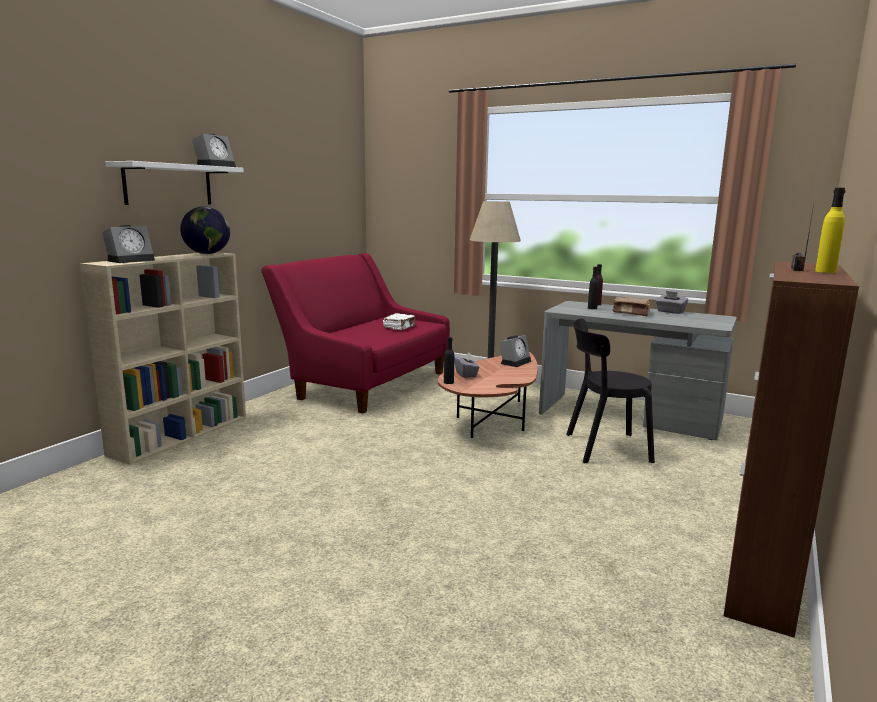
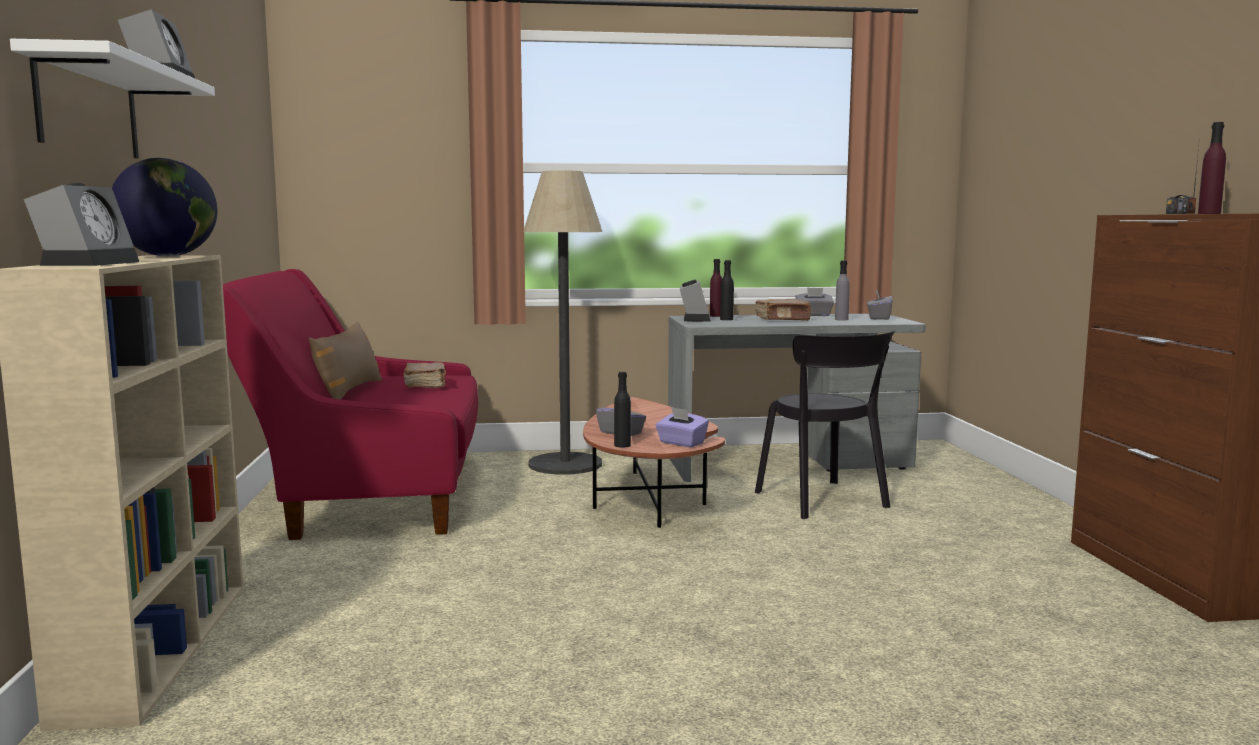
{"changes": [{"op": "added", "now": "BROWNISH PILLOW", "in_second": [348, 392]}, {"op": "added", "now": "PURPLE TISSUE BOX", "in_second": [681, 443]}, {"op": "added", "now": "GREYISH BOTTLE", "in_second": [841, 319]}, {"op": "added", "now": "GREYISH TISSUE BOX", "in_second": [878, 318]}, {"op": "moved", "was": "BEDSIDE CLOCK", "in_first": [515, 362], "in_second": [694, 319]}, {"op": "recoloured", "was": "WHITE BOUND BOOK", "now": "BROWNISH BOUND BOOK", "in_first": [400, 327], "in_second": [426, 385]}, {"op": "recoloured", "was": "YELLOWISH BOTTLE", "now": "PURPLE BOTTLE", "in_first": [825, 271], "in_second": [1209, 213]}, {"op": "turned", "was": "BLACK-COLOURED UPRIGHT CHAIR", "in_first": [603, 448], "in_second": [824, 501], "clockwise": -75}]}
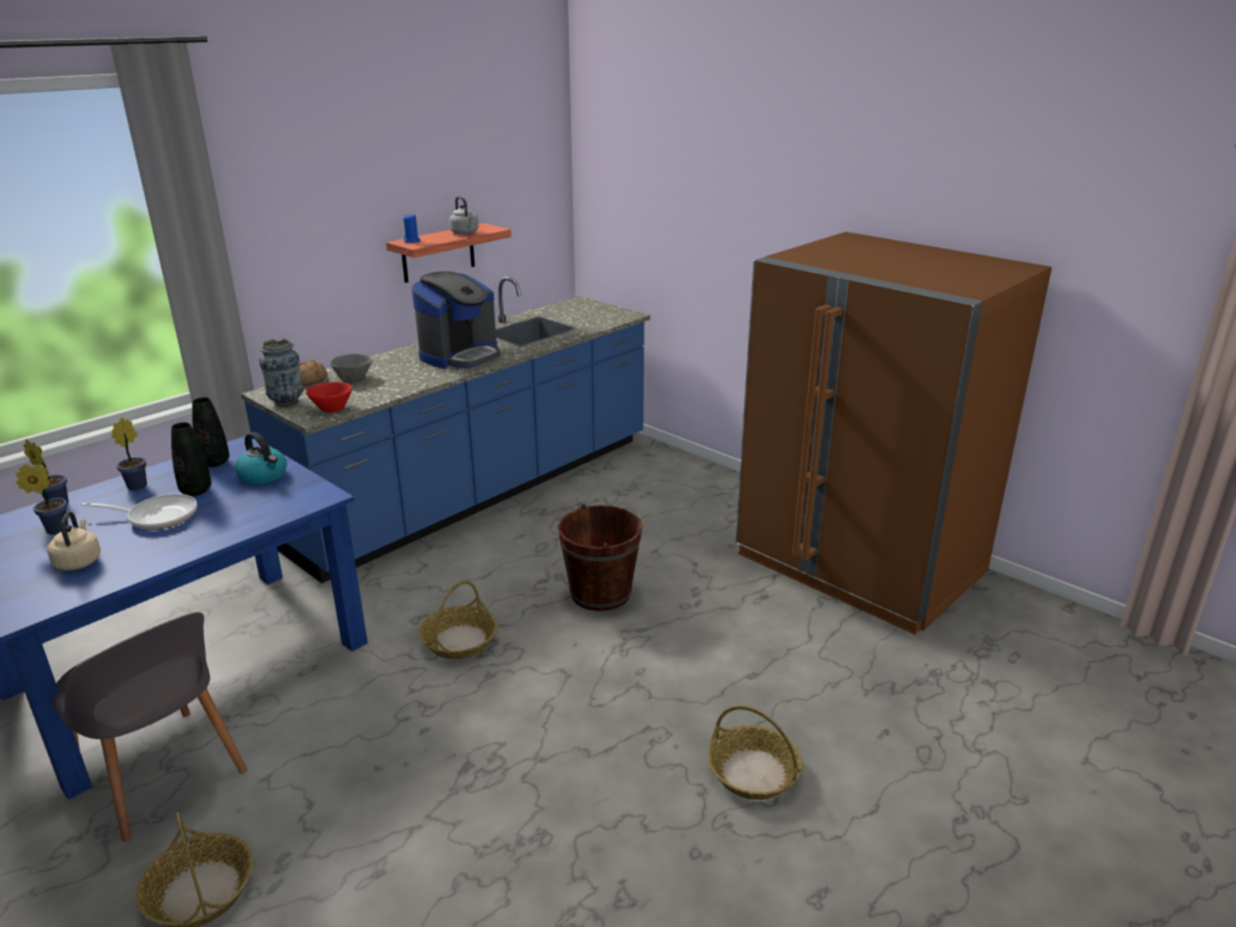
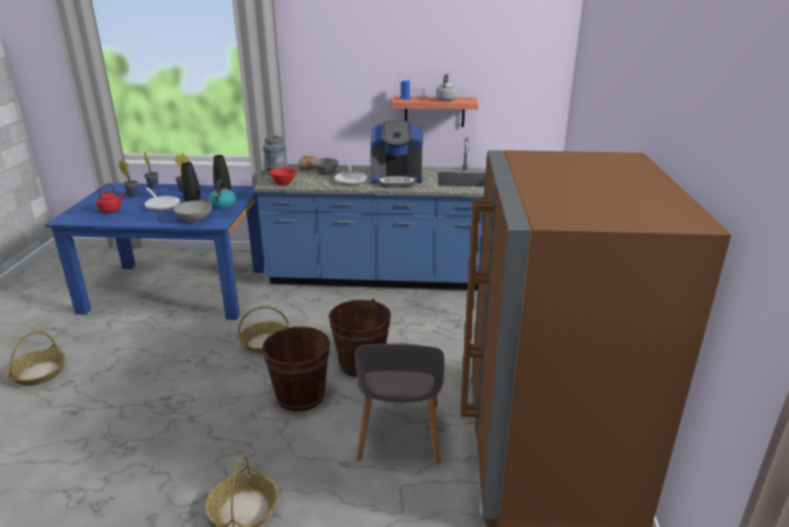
{"changes": [{"op": "added", "now": "GREYISH DEEP DISH", "in_second": [195, 219]}, {"op": "added", "now": "BROWNISH PAIL", "in_second": [300, 396]}, {"op": "added", "now": "FRYING PAN", "in_second": [351, 180]}, {"op": "moved", "was": "GREYISH UPRIGHT CHAIR", "in_first": [161, 775], "in_second": [399, 433]}, {"op": "recoloured", "was": "SAND-COLOURED TEA KETTLE", "now": "RED-COLOURED TEA KETTLE", "in_first": [79, 561], "in_second": [111, 210]}]}
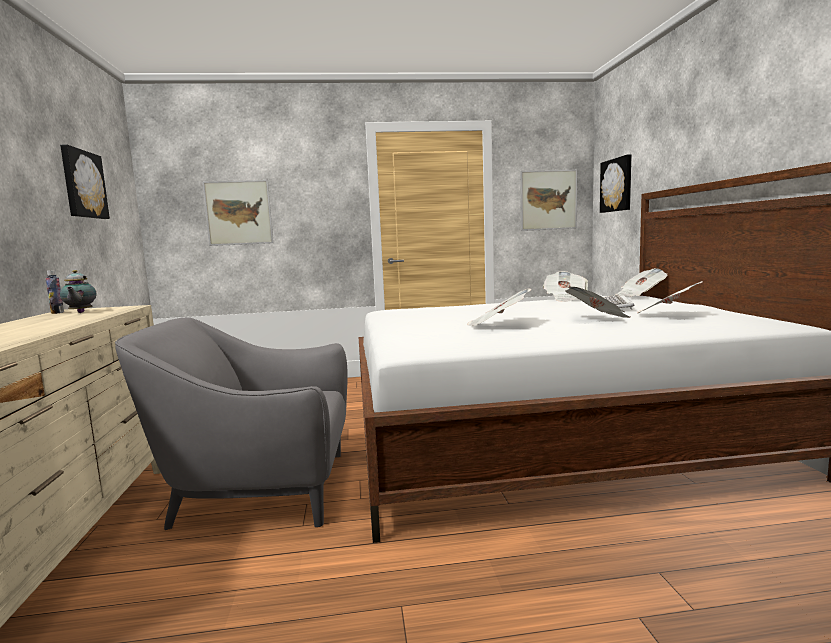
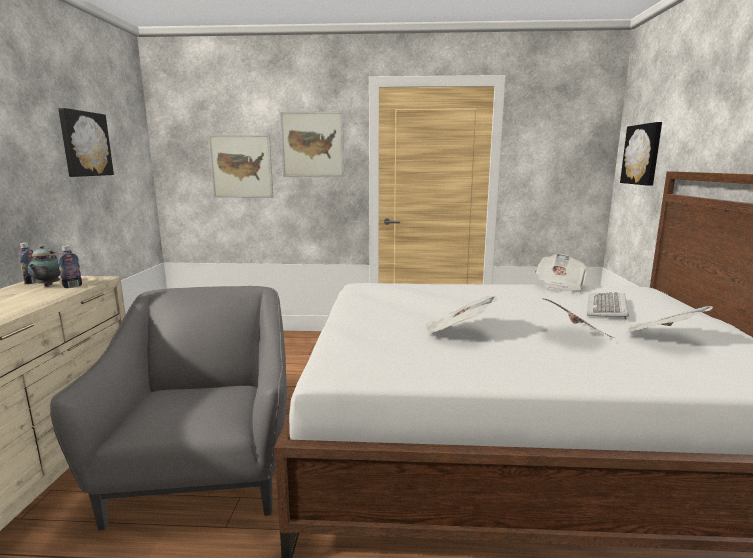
{"changes": [{"op": "removed", "was": "NEWSPAPER", "in_first": [639, 295]}, {"op": "added", "now": "BOTTLE", "in_second": [72, 286]}, {"op": "moved", "was": "WALL PICTURE", "in_first": [548, 200], "in_second": [312, 144]}, {"op": "turned", "was": "GREYISH EASY CHAIR", "in_first": [260, 489], "in_second": [206, 469], "clockwise": 75}]}
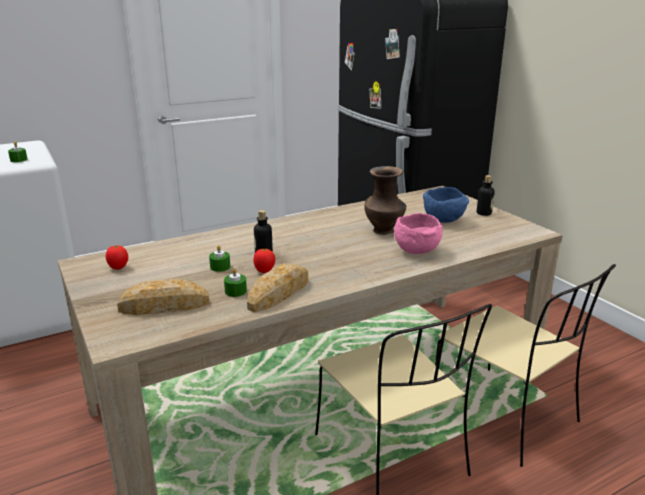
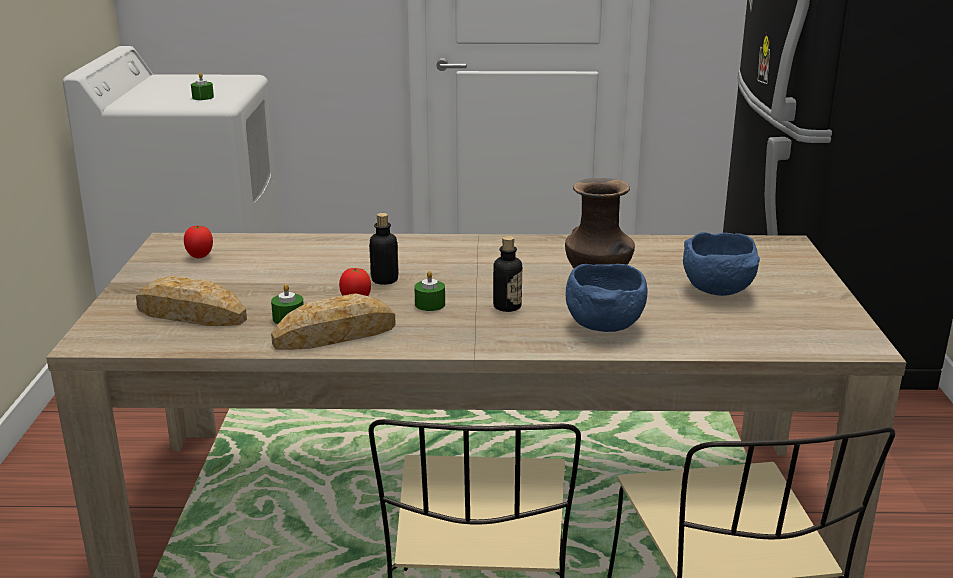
{"changes": [{"op": "moved", "was": "GREEN WAX CANDLE", "in_first": [220, 267], "in_second": [430, 304]}, {"op": "moved", "was": "BOTTLE", "in_first": [484, 213], "in_second": [507, 306]}, {"op": "recoloured", "was": "PINK-COLOURED DEEP DISH", "now": "BLUISH DEEP DISH", "in_first": [416, 250], "in_second": [604, 325]}]}
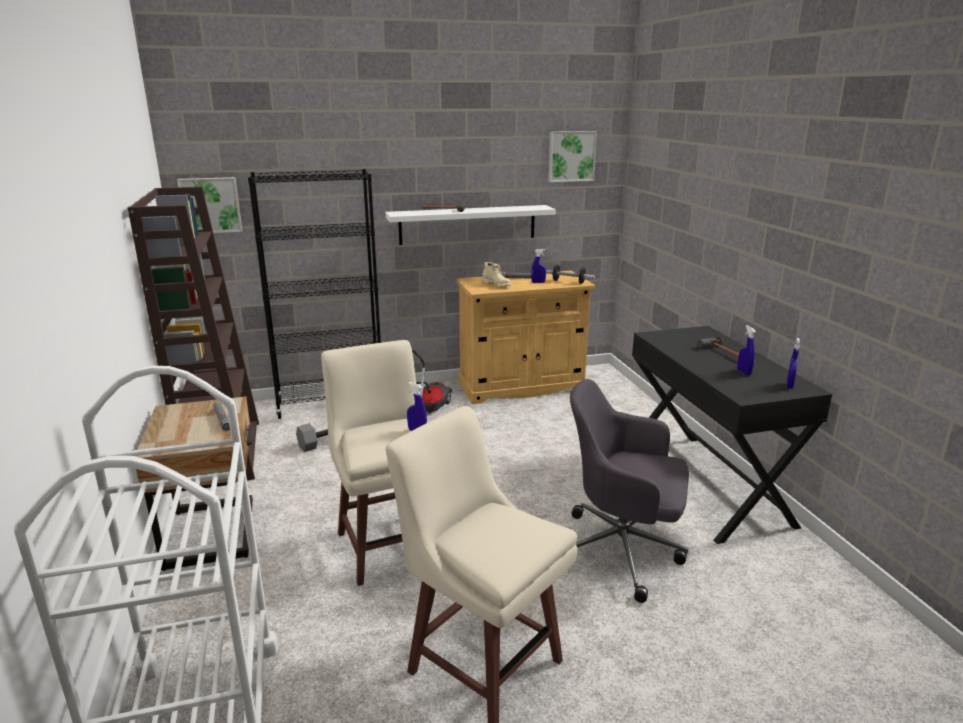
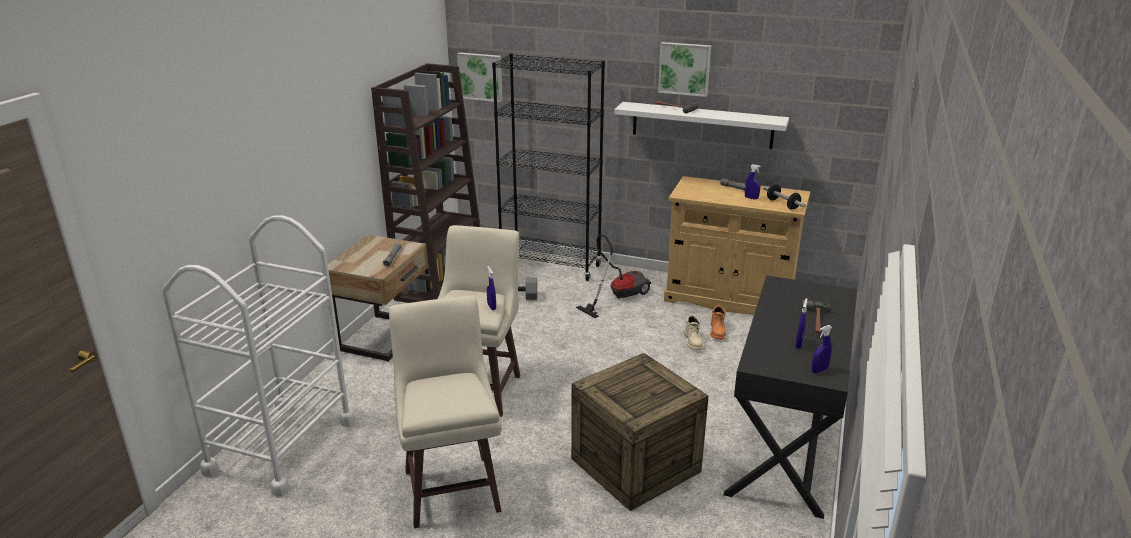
{"changes": [{"op": "added", "now": "ORANGE-COLOURED BOOT", "in_second": [717, 332]}, {"op": "moved", "was": "SAND-COLOURED BOOT", "in_first": [497, 284], "in_second": [693, 342]}, {"op": "moved", "was": "WALL PICTURE", "in_first": [571, 156], "in_second": [684, 68]}, {"op": "replaced", "was": "GREYISH COMPUTER CHAIR", "now": "CRATE", "in_first": [622, 551], "in_second": [635, 465]}]}
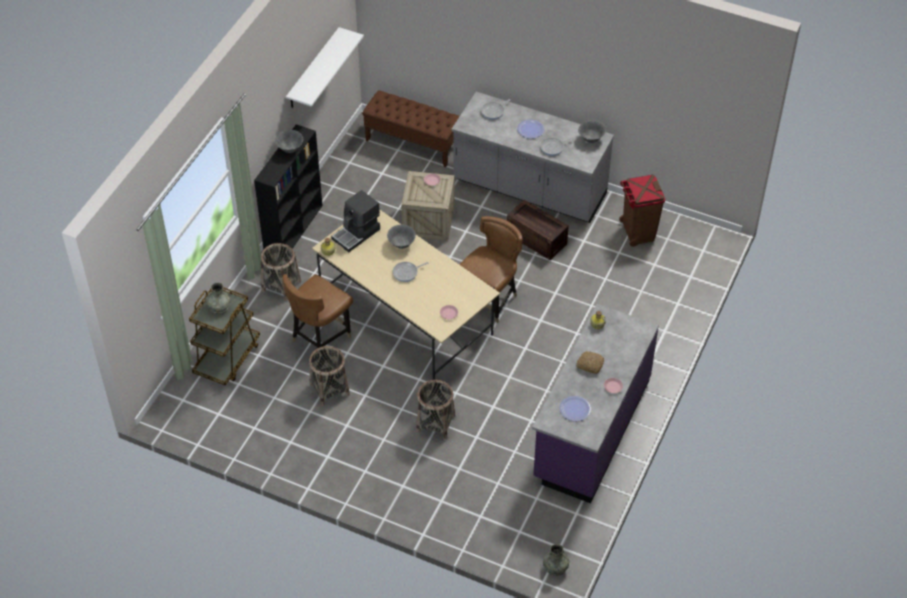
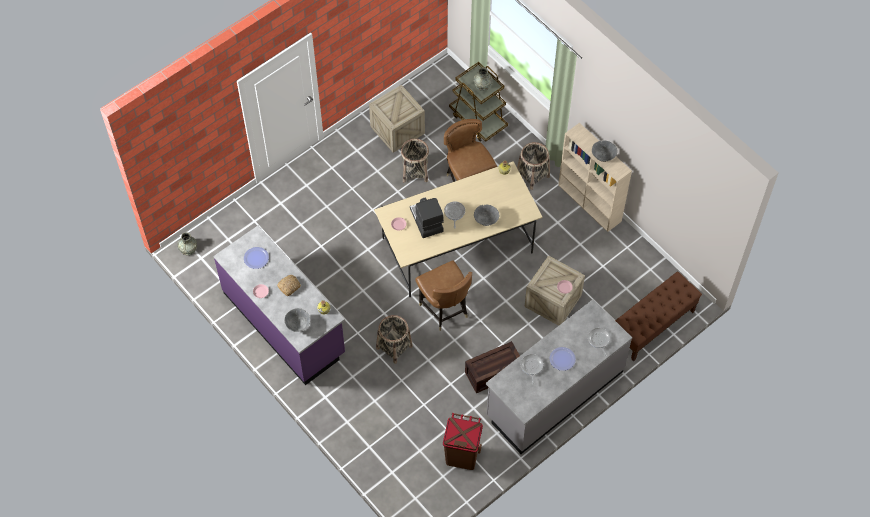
{"changes": [{"op": "removed", "was": "WHITE BRACKET SHELF", "in_first": [313, 69]}, {"op": "added", "now": "CRATE", "in_second": [397, 130]}, {"op": "moved", "was": "COFFEE MAKER", "in_first": [357, 234], "in_second": [426, 220]}, {"op": "moved", "was": "BASKET", "in_first": [435, 423], "in_second": [394, 347]}, {"op": "moved", "was": "GREYISH DEEP DISH", "in_first": [591, 139], "in_second": [298, 325]}, {"op": "recoloured", "was": "BLACK-COLOURED BOOKSHELF", "now": "SAND-COLOURED BOOKSHELF", "in_first": [294, 229], "in_second": [590, 203]}]}
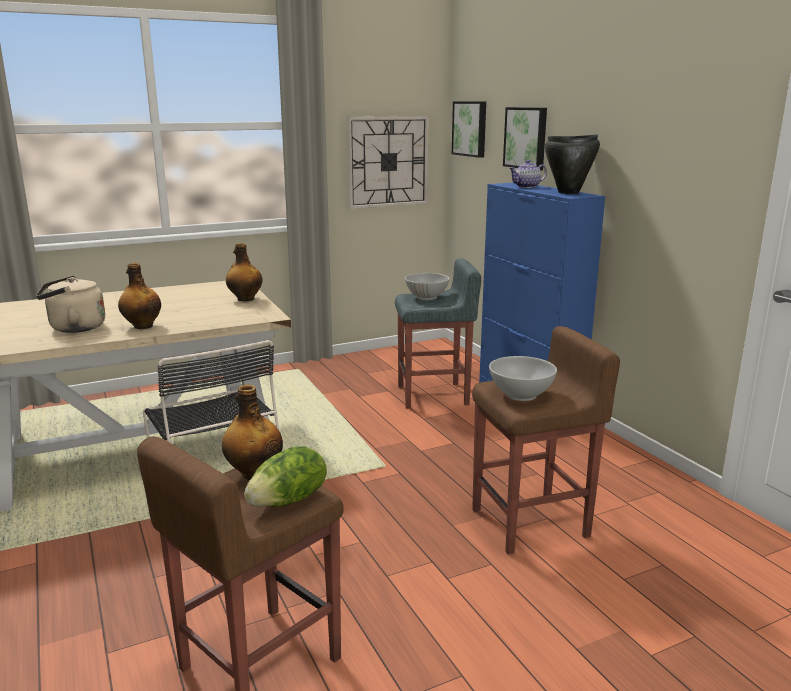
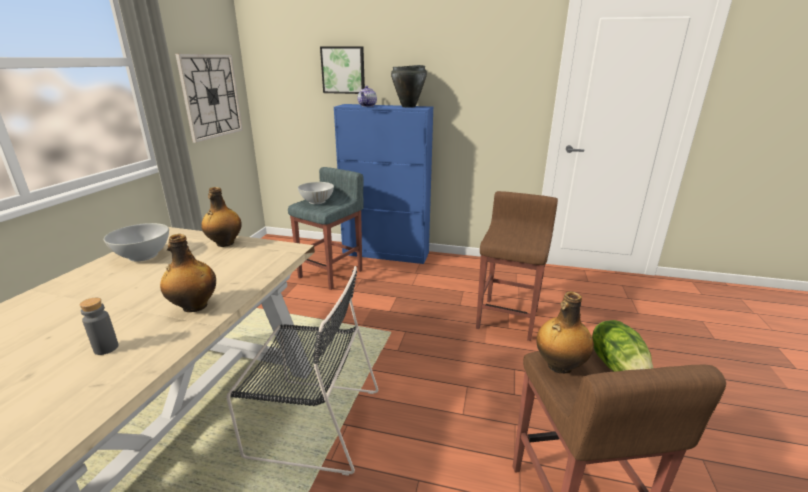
{"changes": [{"op": "removed", "was": "WALL PICTURE", "in_first": [471, 128]}, {"op": "moved", "was": "WHITE DEEP DISH", "in_first": [521, 395], "in_second": [143, 255]}, {"op": "replaced", "was": "SAND-COLOURED TEA KETTLE", "now": "GREYISH BOTTLE", "in_first": [74, 328], "in_second": [106, 348]}]}
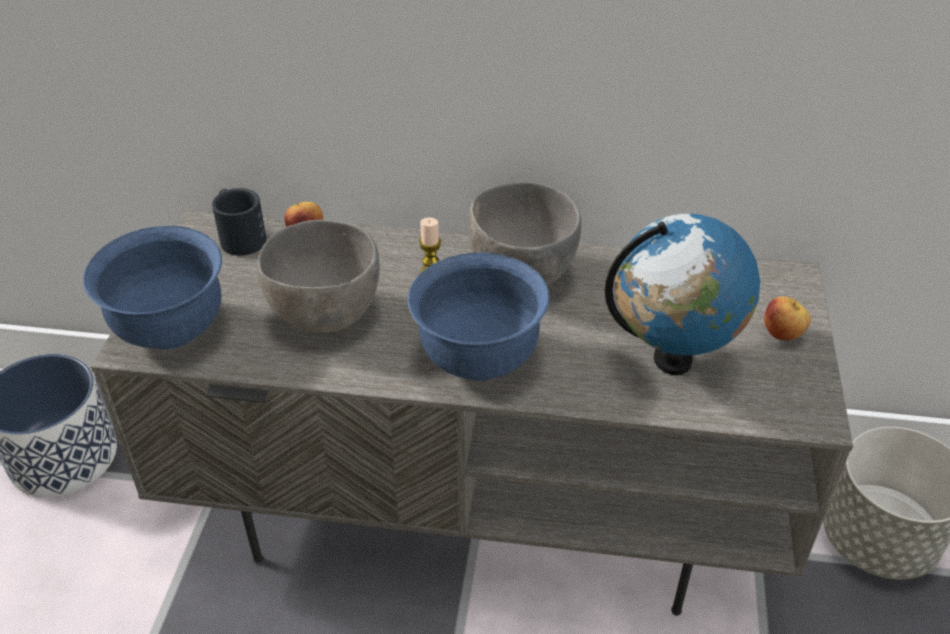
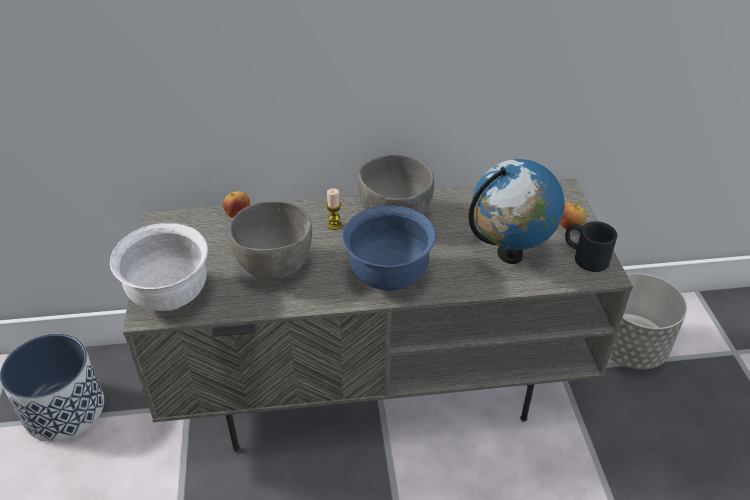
{"changes": [{"op": "moved", "was": "BLACK-COLOURED TEA MUG", "in_first": [239, 236], "in_second": [584, 256]}, {"op": "recoloured", "was": "BLUISH DEEP DISH", "now": "WHITE DEEP DISH", "in_first": [170, 329], "in_second": [169, 296]}]}
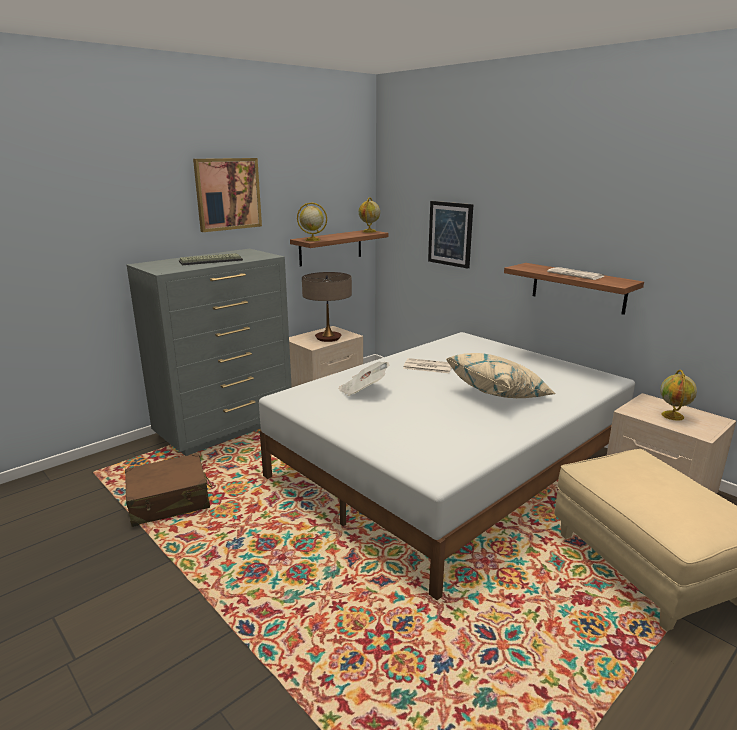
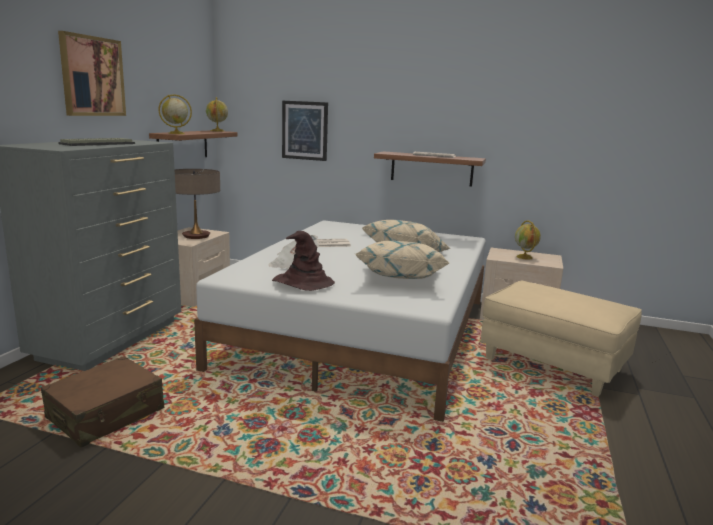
{"changes": [{"op": "added", "now": "BROWNISH HAT", "in_second": [302, 283]}, {"op": "added", "now": "SAND-COLOURED PILLOW", "in_second": [400, 279]}]}
